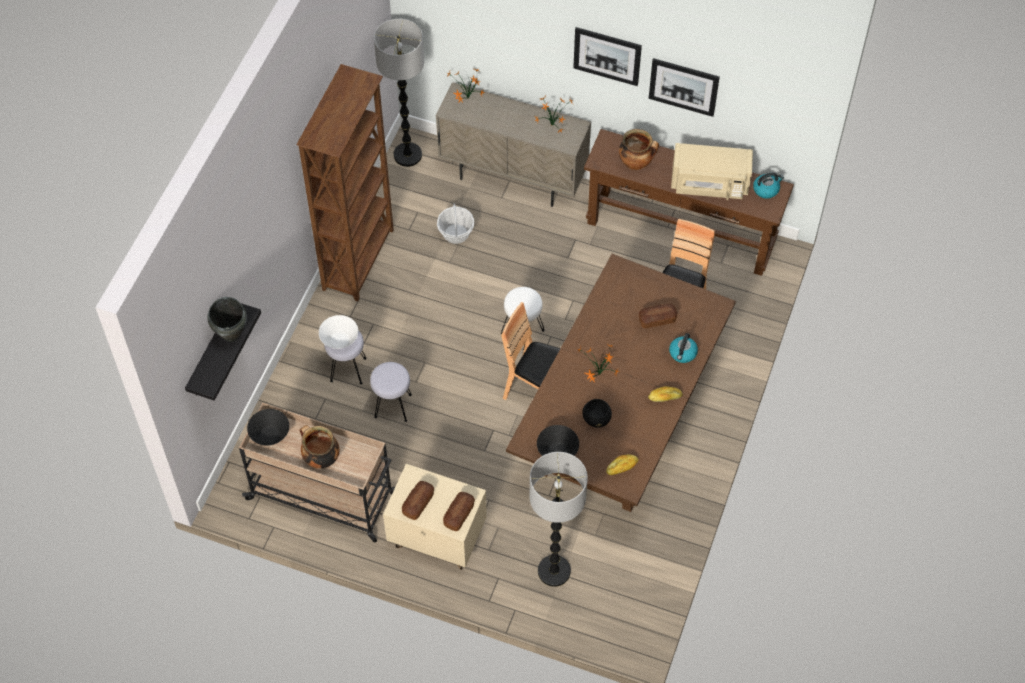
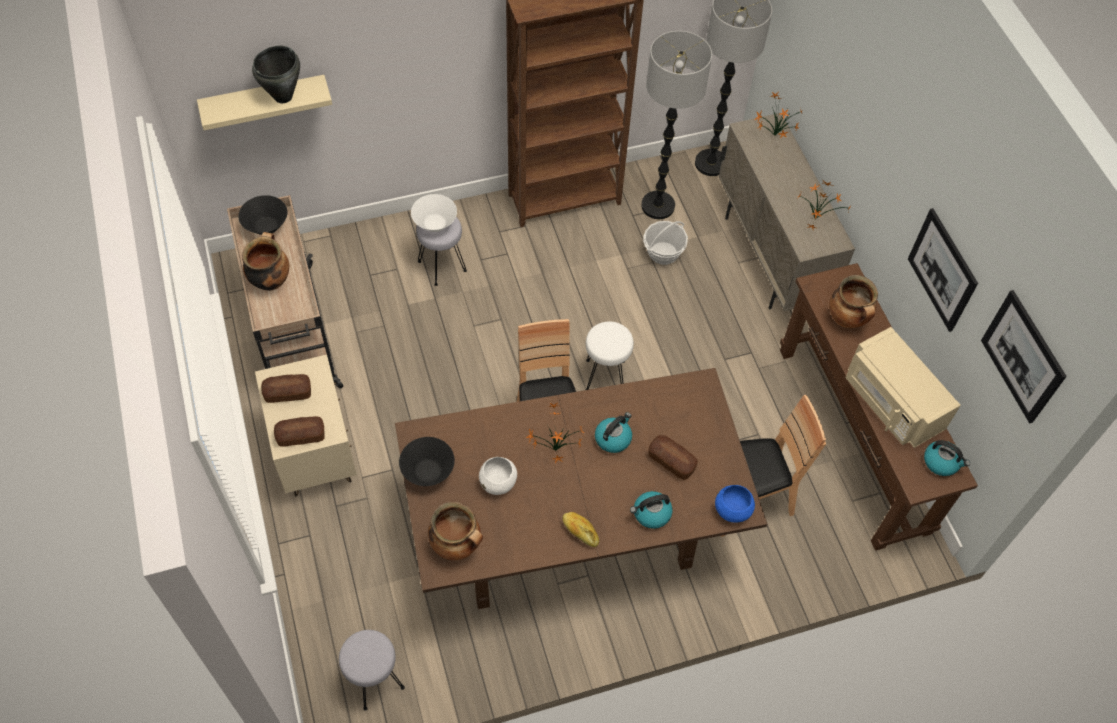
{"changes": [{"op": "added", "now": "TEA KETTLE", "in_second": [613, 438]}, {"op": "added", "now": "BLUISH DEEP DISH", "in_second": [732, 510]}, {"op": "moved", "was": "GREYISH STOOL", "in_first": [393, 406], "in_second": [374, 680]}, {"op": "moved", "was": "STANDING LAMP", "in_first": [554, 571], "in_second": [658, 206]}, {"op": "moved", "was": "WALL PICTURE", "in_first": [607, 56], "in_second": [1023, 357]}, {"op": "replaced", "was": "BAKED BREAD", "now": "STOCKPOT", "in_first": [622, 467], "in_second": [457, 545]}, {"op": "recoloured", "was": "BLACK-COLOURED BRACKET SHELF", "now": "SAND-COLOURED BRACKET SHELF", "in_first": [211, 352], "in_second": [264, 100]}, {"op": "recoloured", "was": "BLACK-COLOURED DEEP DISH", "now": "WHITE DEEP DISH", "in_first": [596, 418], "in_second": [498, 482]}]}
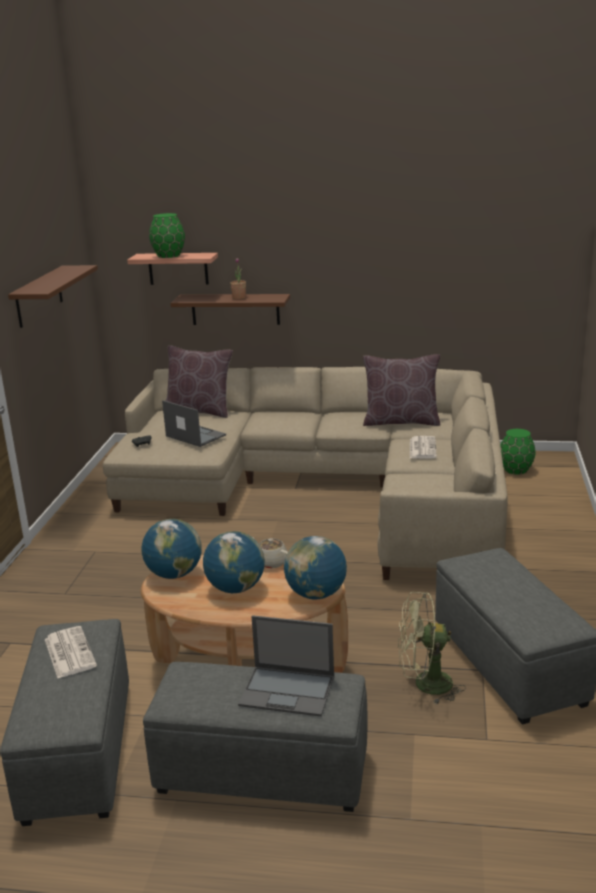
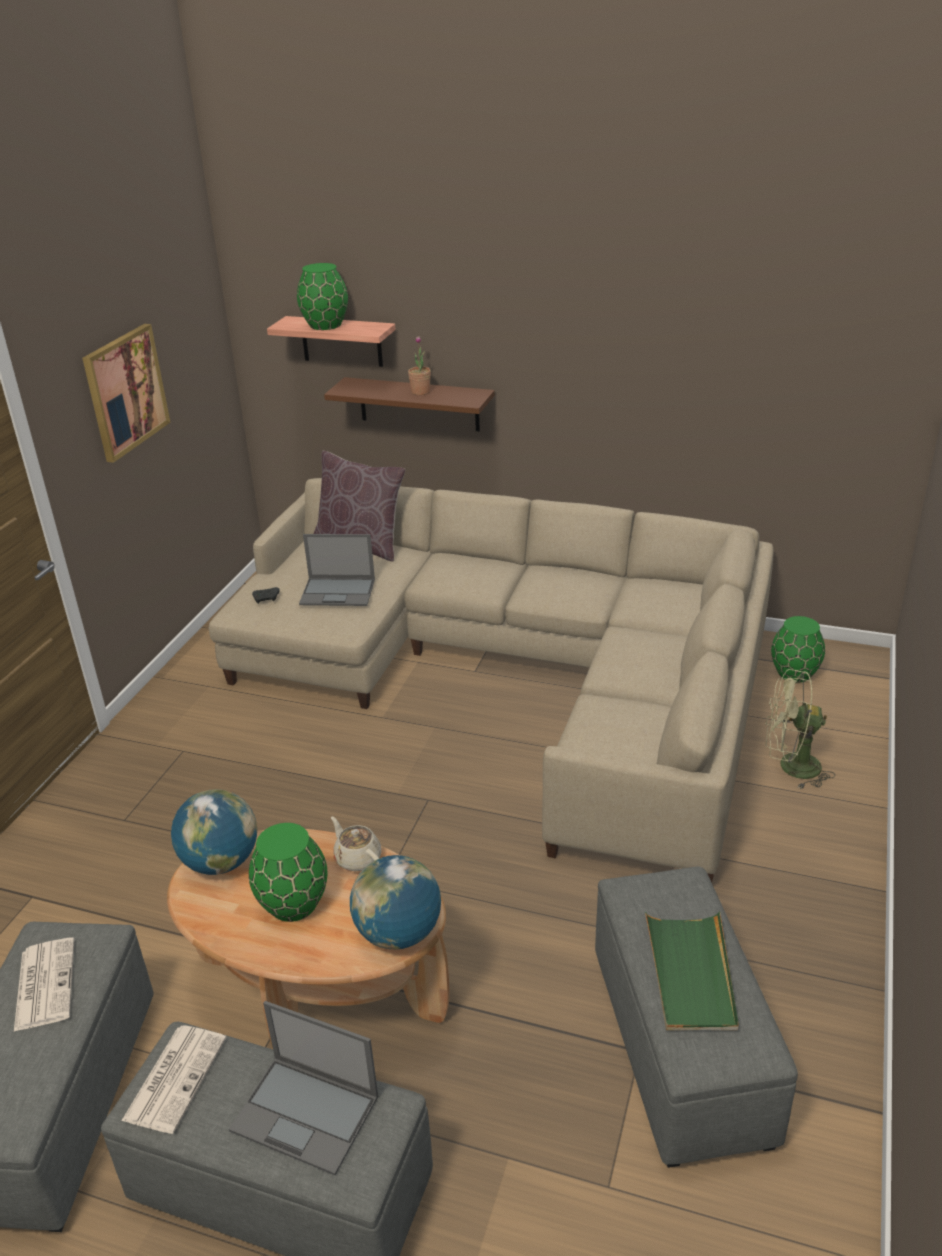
{"changes": [{"op": "removed", "was": "BROWNISH PILLOW", "in_first": [401, 421]}, {"op": "added", "now": "GREEN CARRYING TRAY", "in_second": [691, 974]}, {"op": "moved", "was": "GREEN ELECTRIC FAN", "in_first": [425, 685], "in_second": [790, 767]}, {"op": "moved", "was": "NEWSPAPER", "in_first": [422, 448], "in_second": [175, 1077]}, {"op": "replaced", "was": "BROWNISH BRACKET SHELF", "now": "WALL PICTURE", "in_first": [39, 296], "in_second": [125, 391]}, {"op": "replaced", "was": "DESK GLOBE", "now": "GREEN VASE", "in_first": [235, 588], "in_second": [293, 903]}, {"op": "turned", "was": "PORTABLE COMPUTER", "in_first": [195, 435], "in_second": [338, 592], "clockwise": 135}]}
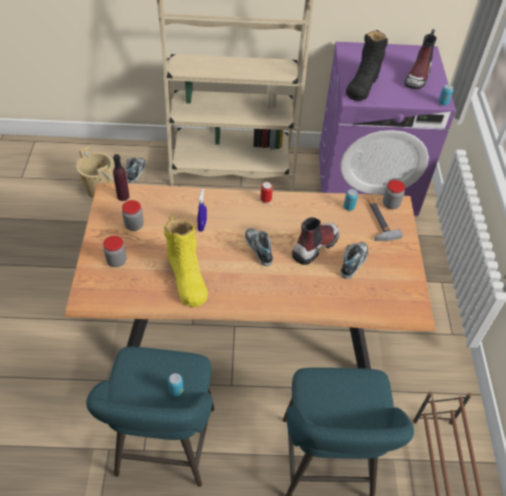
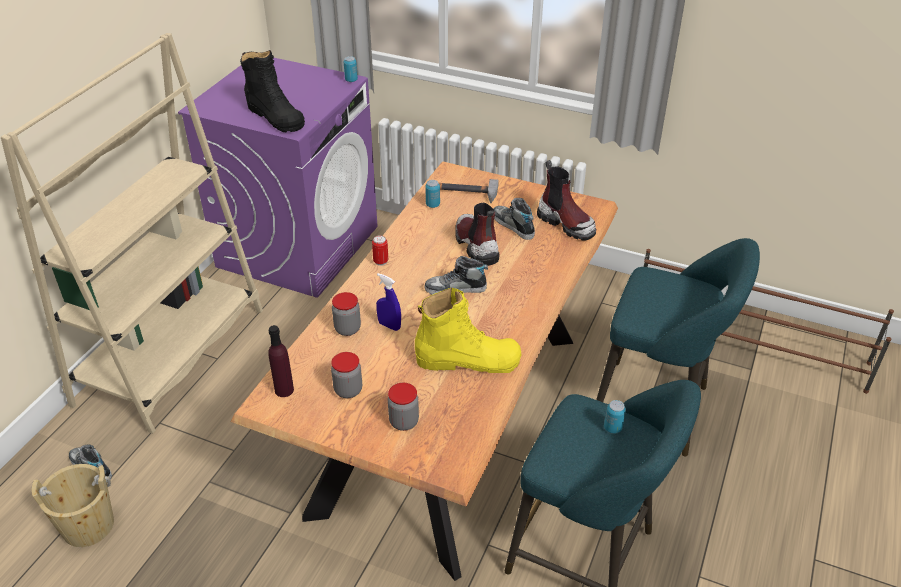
{"changes": [{"op": "moved", "was": "STORAGE JAR", "in_first": [390, 204], "in_second": [347, 329]}, {"op": "moved", "was": "BOOT", "in_first": [418, 77], "in_second": [566, 224]}]}
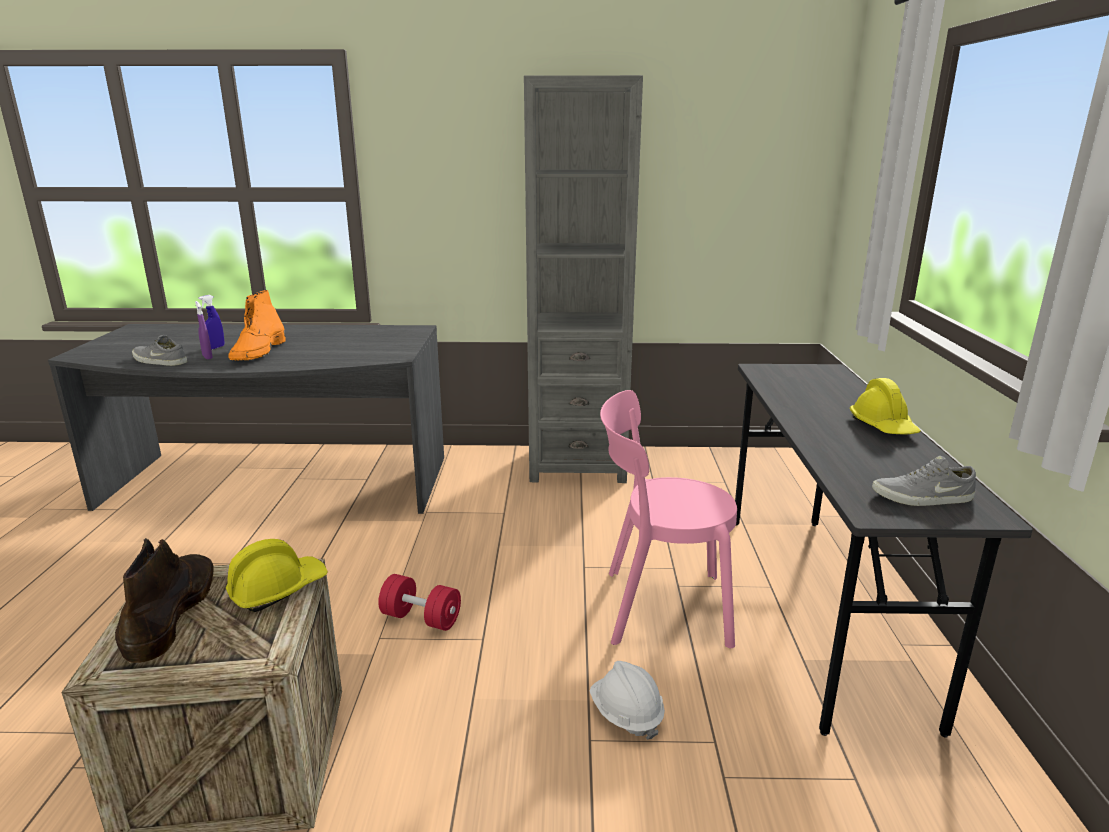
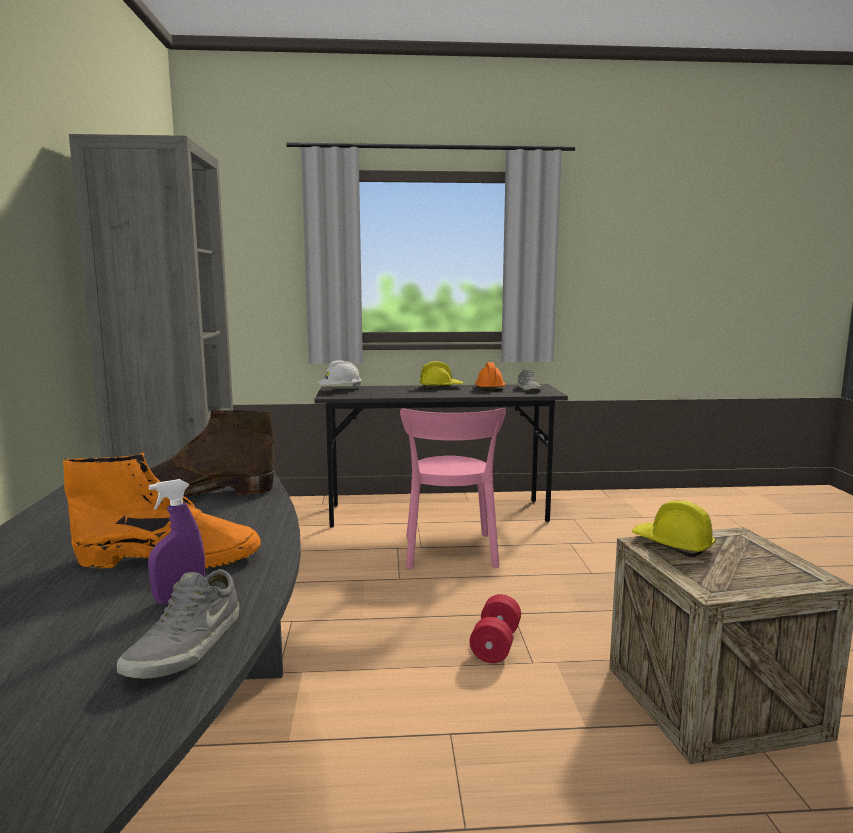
{"changes": [{"op": "removed", "was": "BLUISH HAND SPRAYER", "in_first": [215, 348]}, {"op": "added", "now": "ORANGE-COLOURED WORK HELMET", "in_second": [489, 388]}, {"op": "moved", "was": "BROWNISH BOOT", "in_first": [172, 612], "in_second": [202, 493]}, {"op": "moved", "was": "WHITE WORK HELMET", "in_first": [626, 715], "in_second": [340, 390]}]}
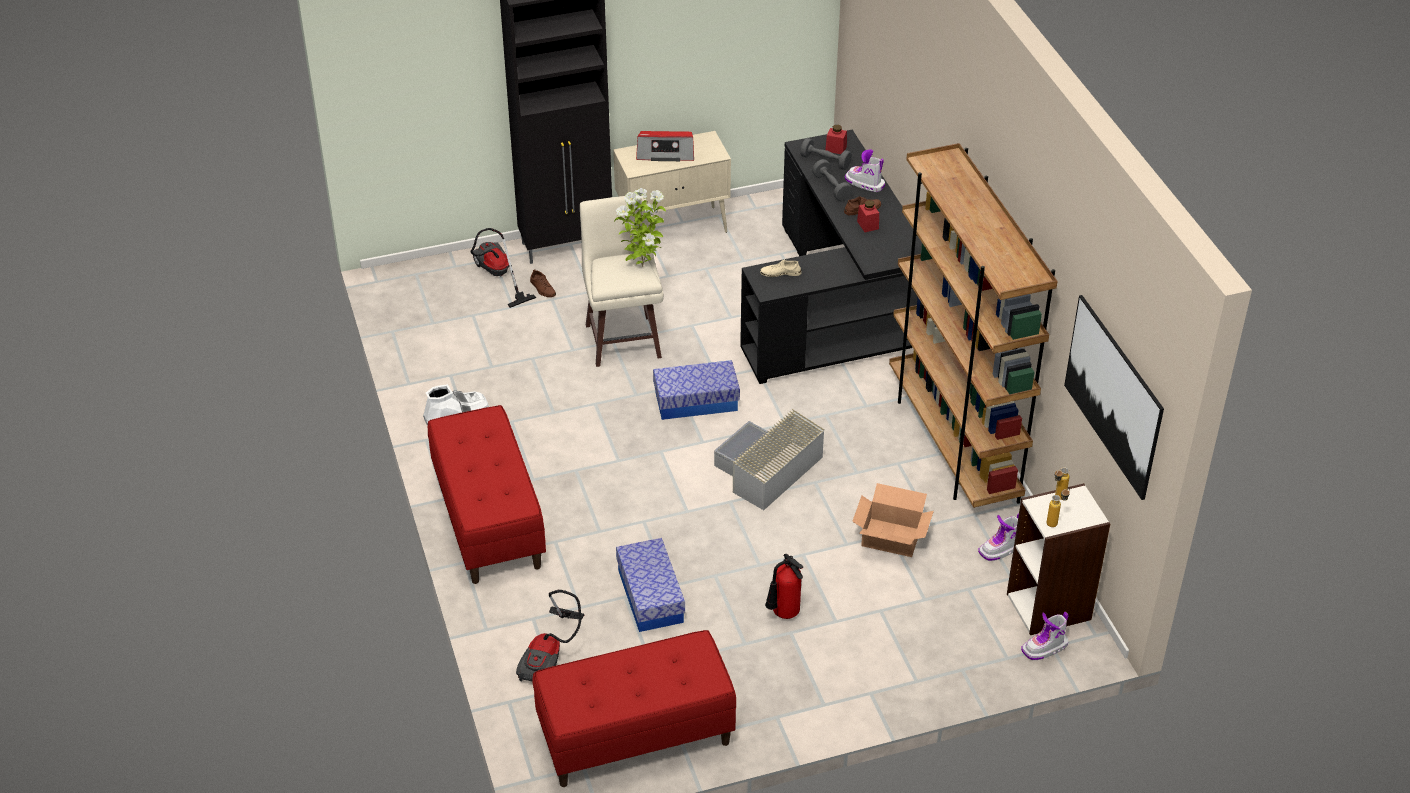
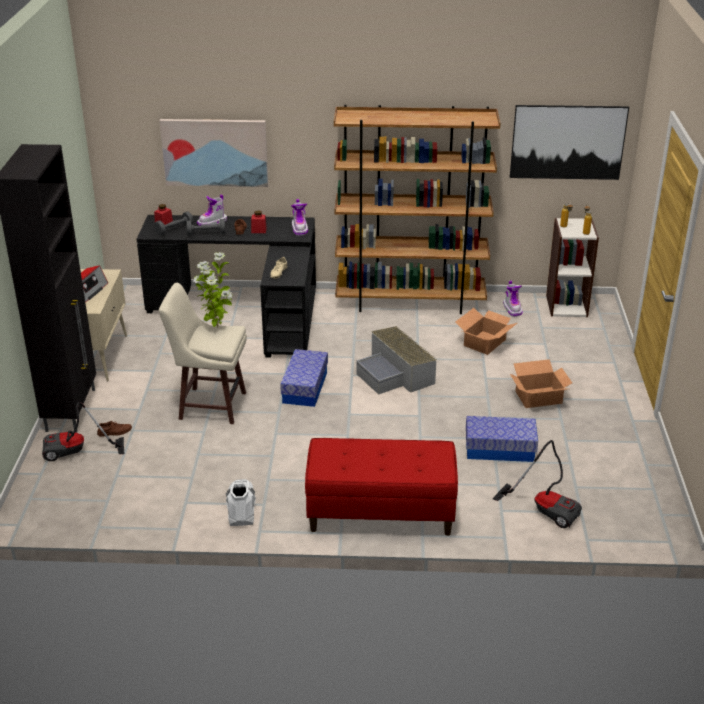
{"changes": [{"op": "removed", "was": "RED-COLOURED INDOOR BENCH", "in_first": [635, 737]}, {"op": "added", "now": "WALL PICTURE", "in_second": [215, 152]}, {"op": "moved", "was": "BOOT", "in_first": [1045, 648], "in_second": [300, 229]}, {"op": "replaced", "was": "FIRE-FIGHTING CYLINDER", "now": "CARTON", "in_first": [783, 614], "in_second": [539, 397]}]}
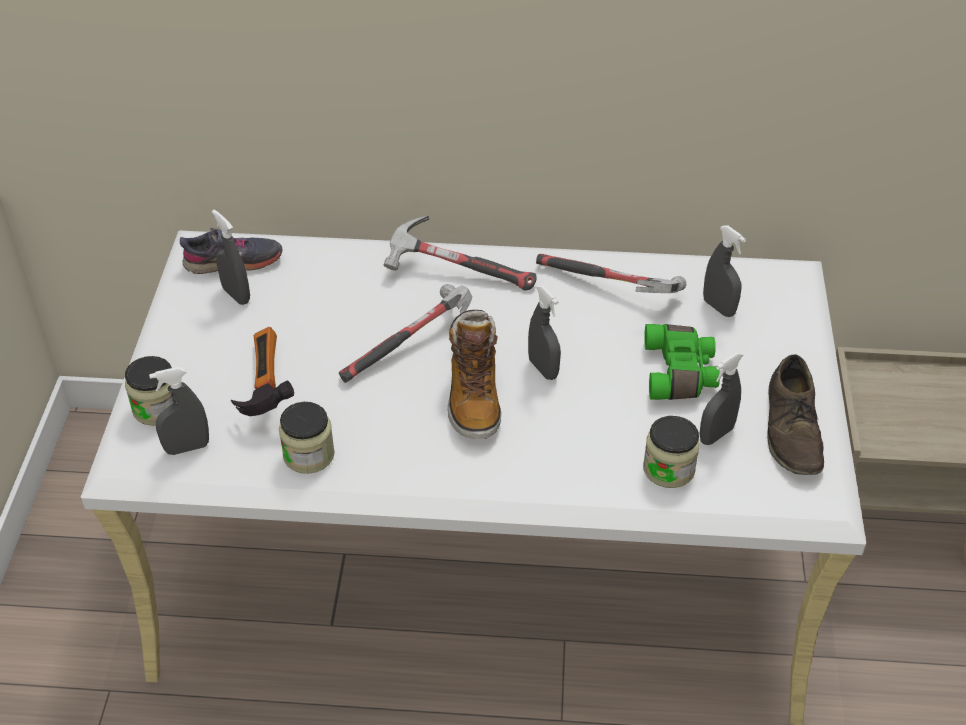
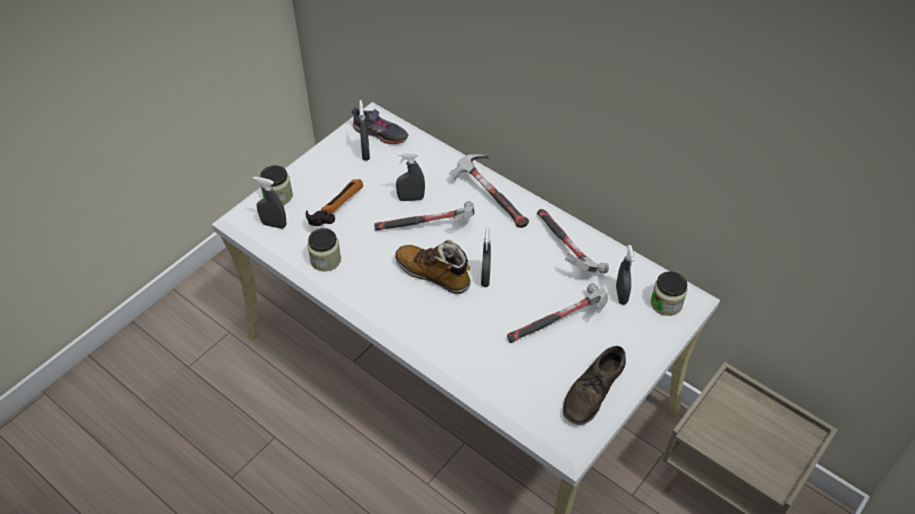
{"changes": [{"op": "moved", "was": "STORAGE JAR", "in_first": [668, 469], "in_second": [666, 303]}, {"op": "moved", "was": "GREYISH HAND SPRAYER", "in_first": [716, 434], "in_second": [411, 198]}, {"op": "replaced", "was": "GREEN PAIR OF BINOCULARS", "now": "HAMMER", "in_first": [681, 373], "in_second": [560, 322]}, {"op": "turned", "was": "BOOT", "in_first": [473, 398], "in_second": [433, 274], "clockwise": 90}]}
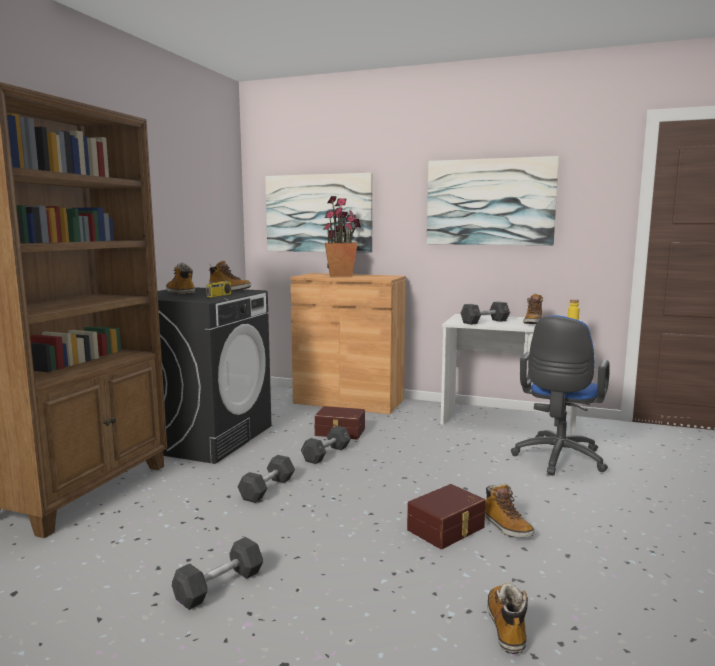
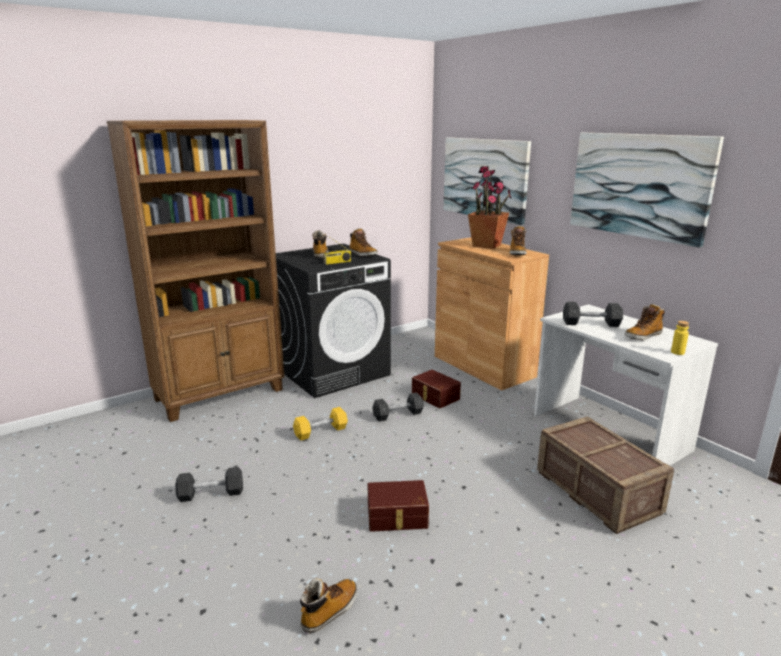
{"changes": [{"op": "moved", "was": "BOOT", "in_first": [506, 527], "in_second": [517, 253]}, {"op": "replaced", "was": "BLUISH COMPUTER CHAIR", "now": "CRATE", "in_first": [558, 460], "in_second": [596, 492]}, {"op": "recoloured", "was": "GREYISH DUMBBELL", "now": "YELLOWISH DUMBBELL", "in_first": [267, 489], "in_second": [321, 431]}]}
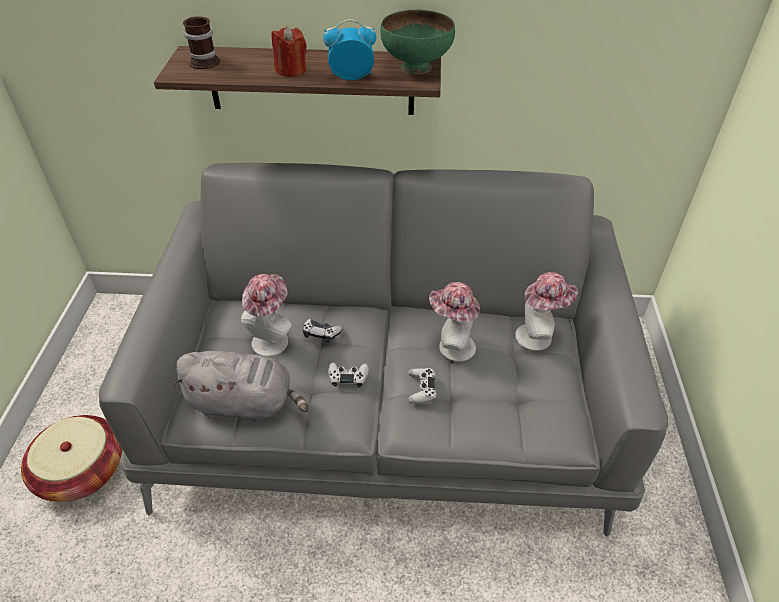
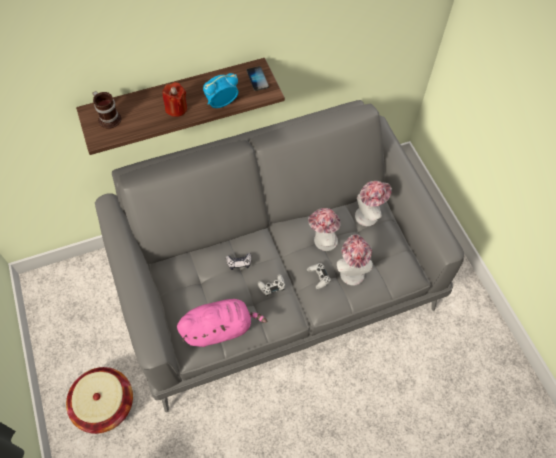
{"changes": [{"op": "moved", "was": "HAT", "in_first": [272, 338], "in_second": [351, 271]}, {"op": "replaced", "was": "GREEN DEEP DISH", "now": "HANDSET", "in_first": [416, 67], "in_second": [257, 79]}, {"op": "recoloured", "was": "GREYISH CUDDLY TOY", "now": "PINK-COLOURED CUDDLY TOY", "in_first": [245, 403], "in_second": [220, 328]}]}
